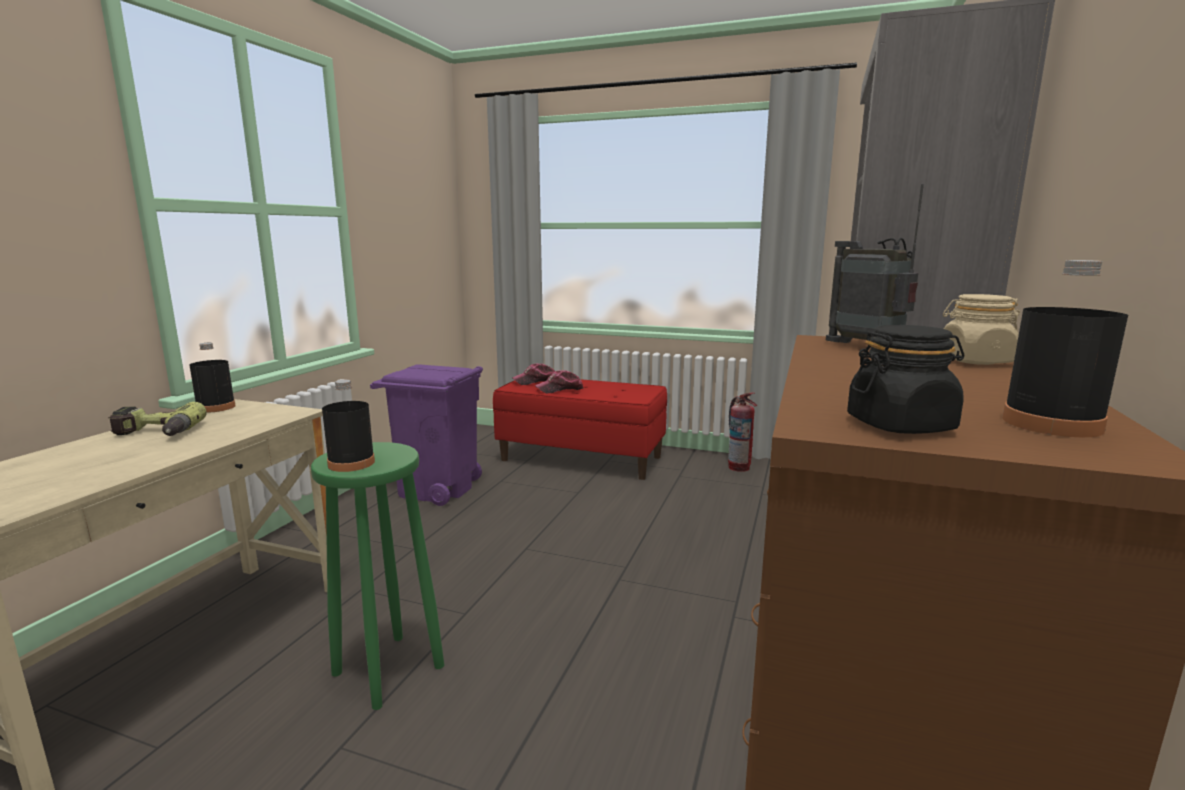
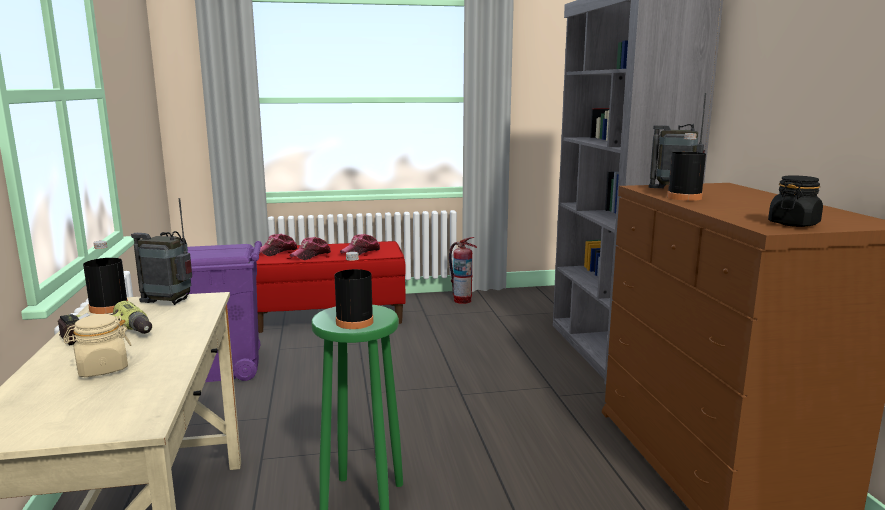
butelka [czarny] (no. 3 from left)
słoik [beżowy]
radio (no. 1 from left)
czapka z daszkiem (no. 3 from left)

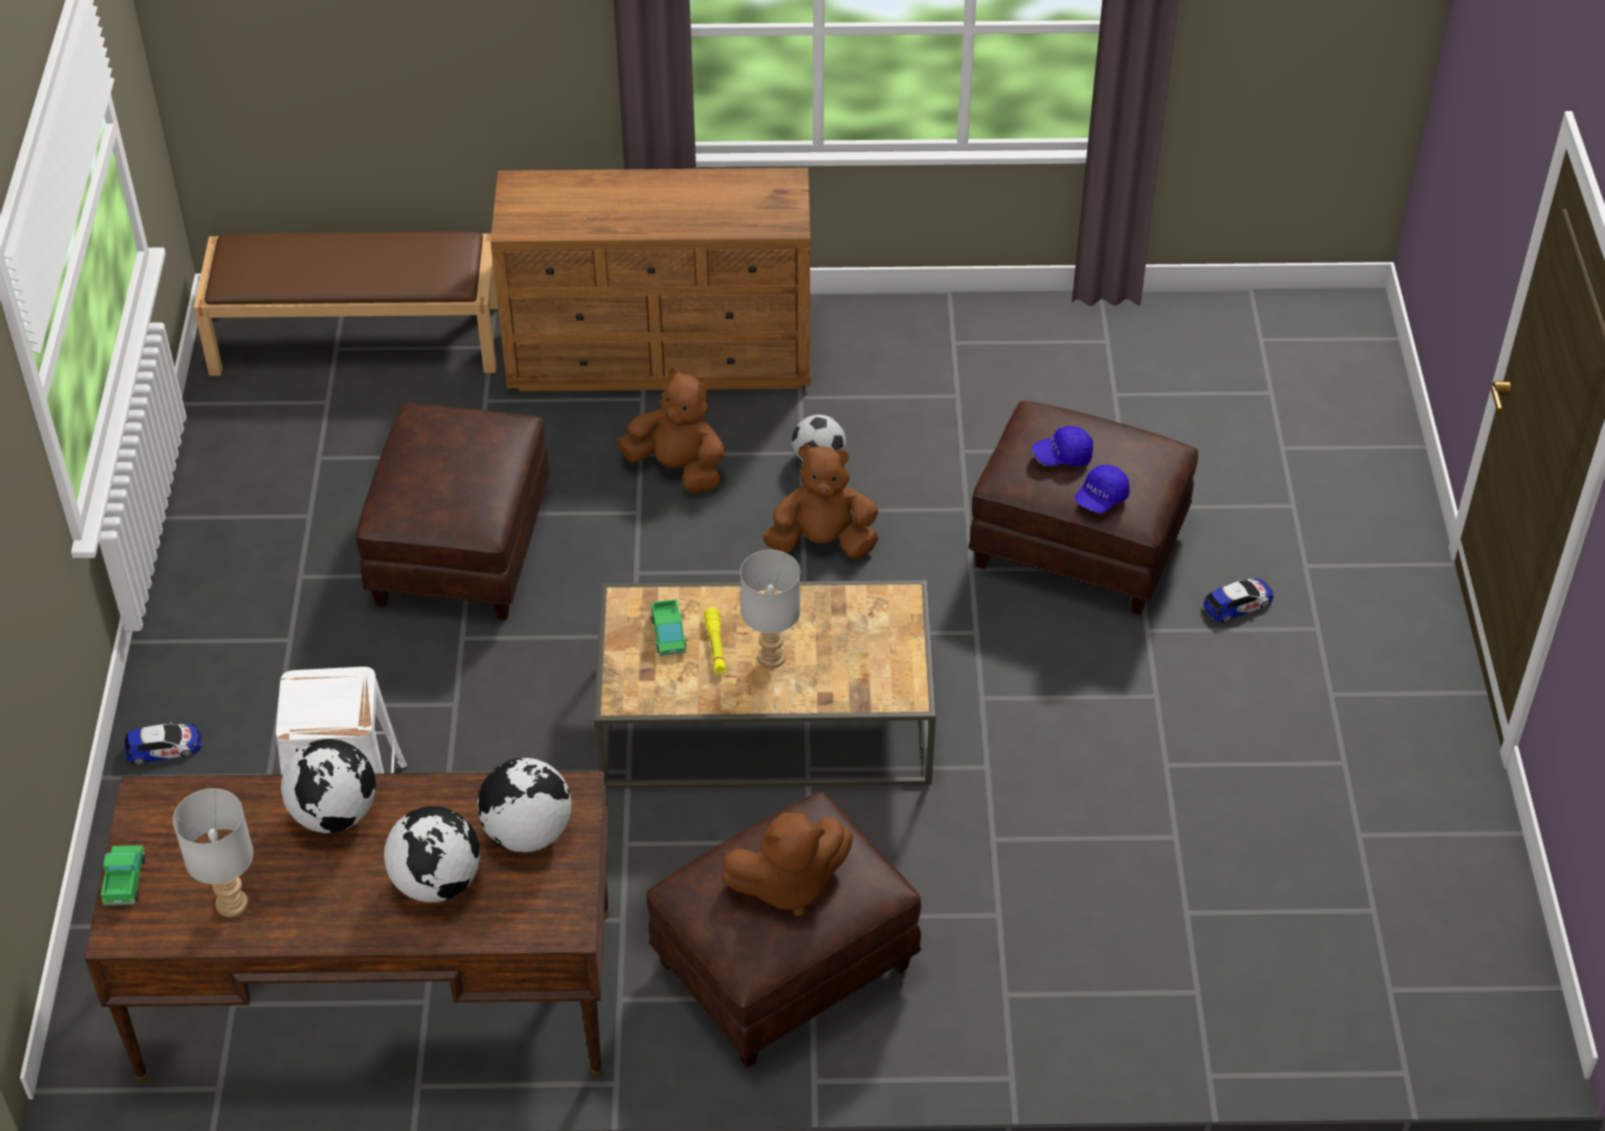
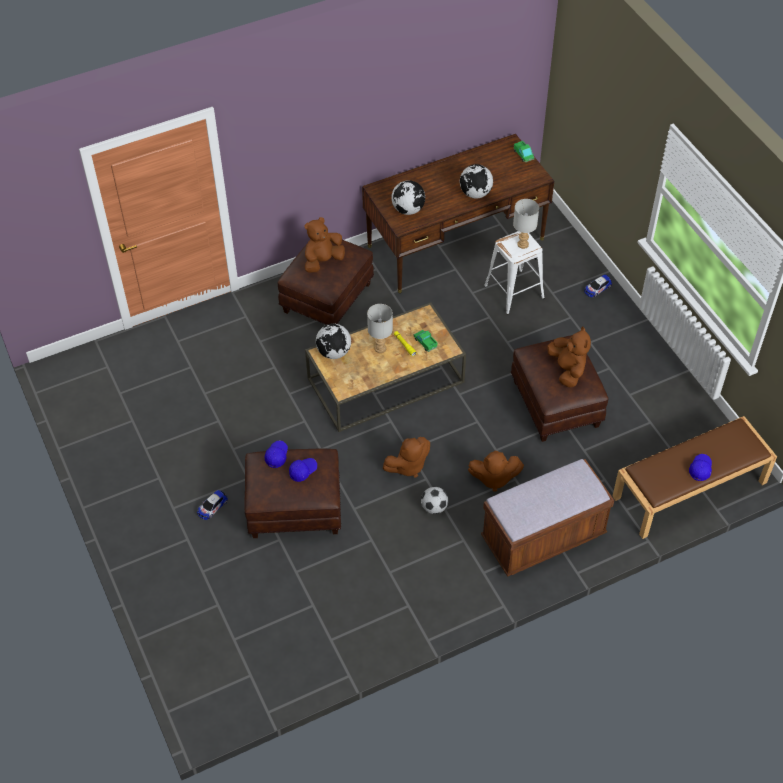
ławka [brązowy] (no. 1 from left)
lampa stołowa [szary] (no. 2 from left)
globus (no. 1 from left)
pluszak [brązowy] (no. 4 from left)
czapka z daszkiem [niebieski] (no. 3 from left)

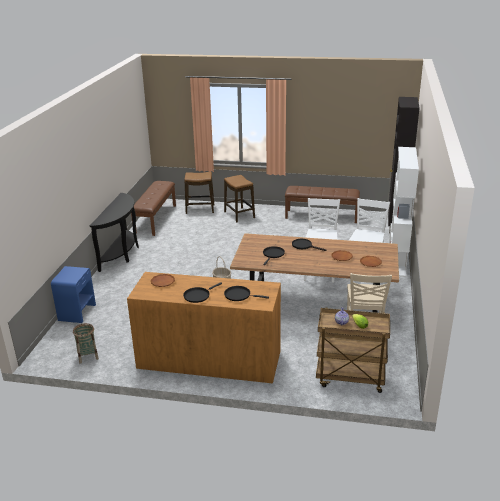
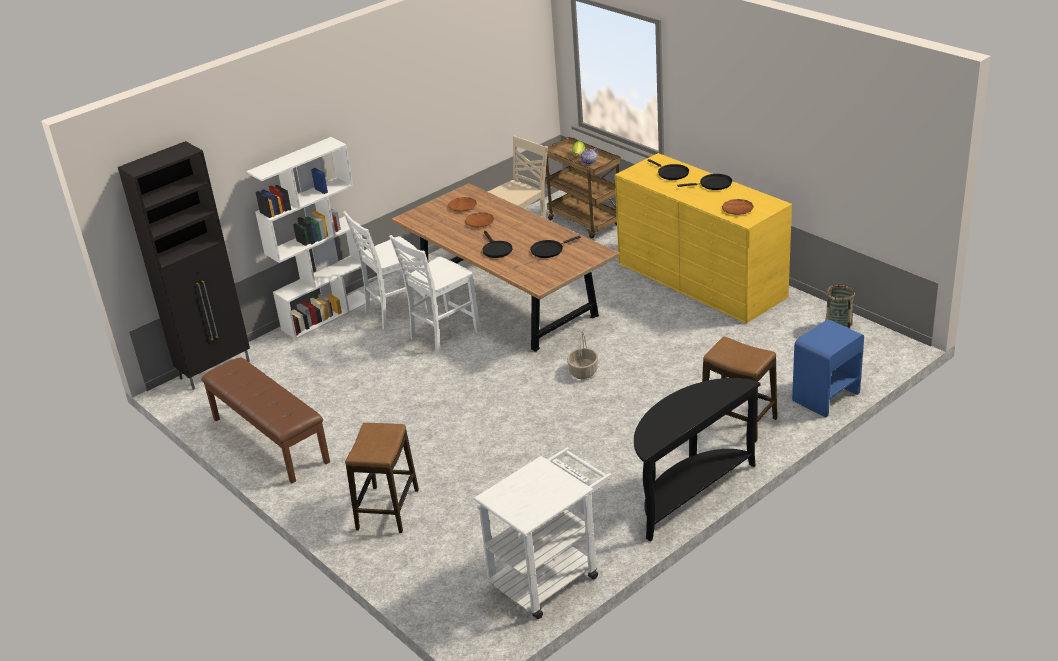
stołek (no. 2 from left)
wózek [biały]
komoda [żółty]

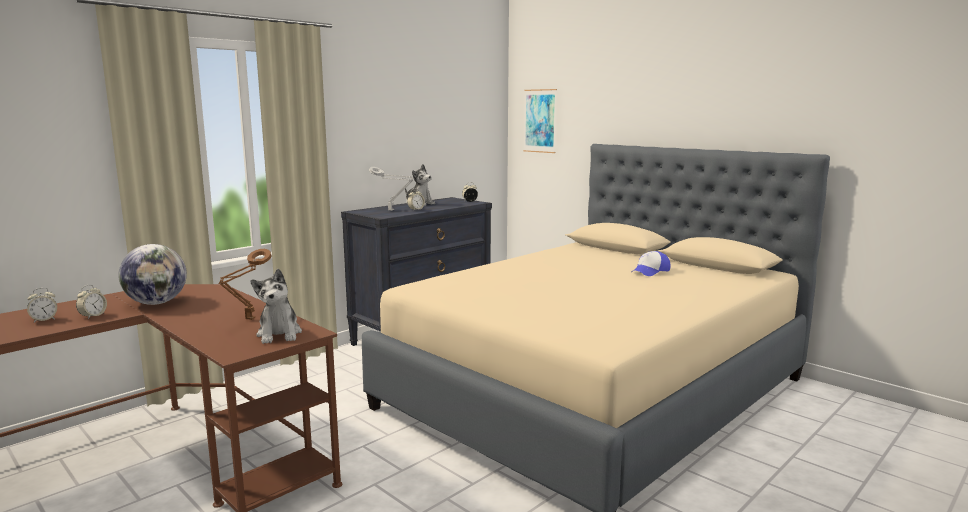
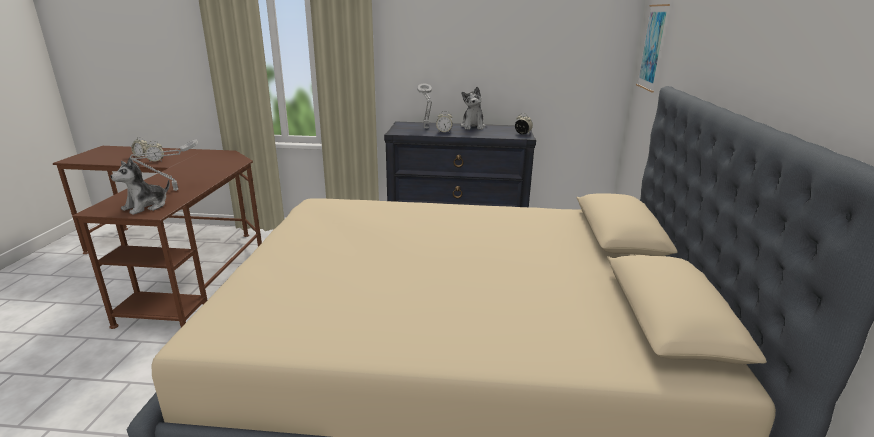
globus
lampa stołowa [szary] (no. 1 from left)
czapka z daszkiem

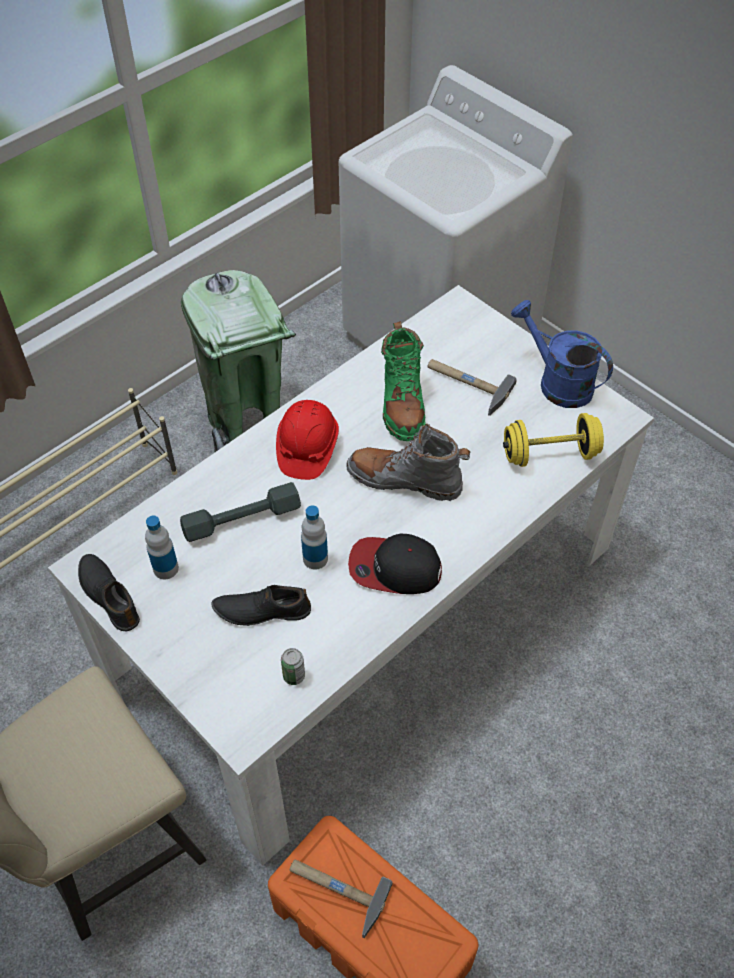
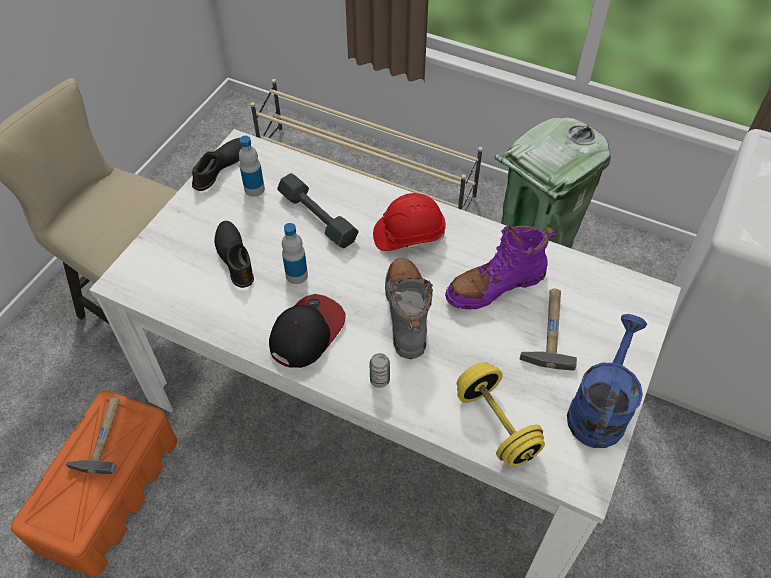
but z cholewką [fioletowy]
czapka z daszkiem
puszka

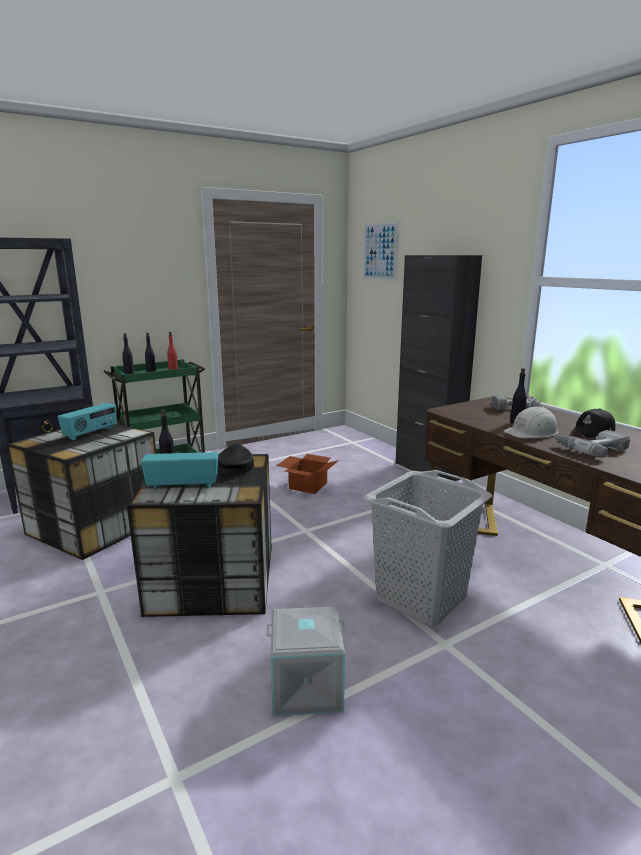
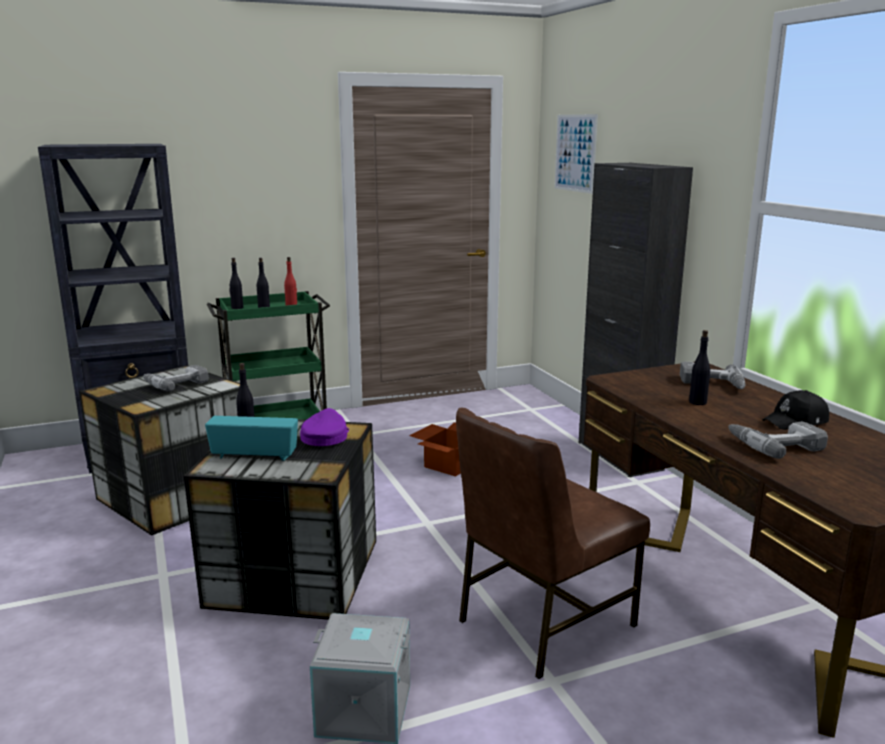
wiertarka (no. 1 from left)
kask [biały]
czapka z daszkiem [fioletowy]
krzesło [brązowy]

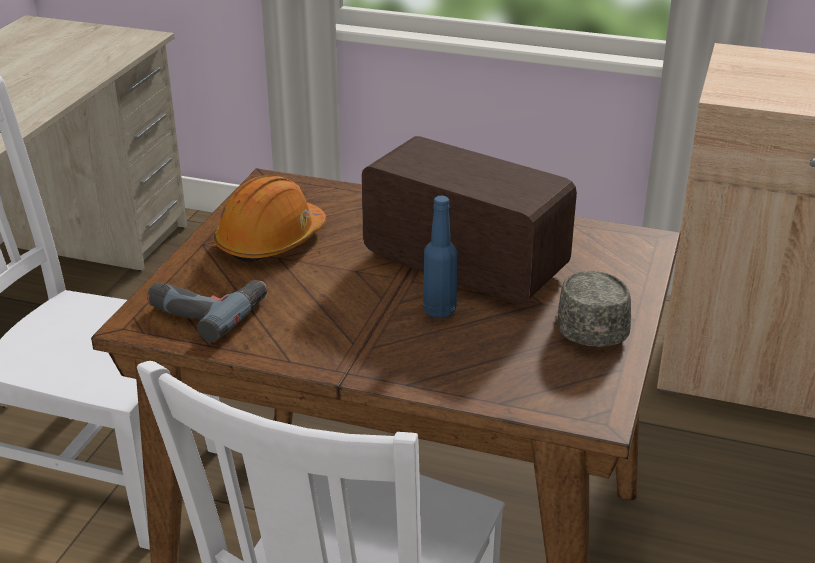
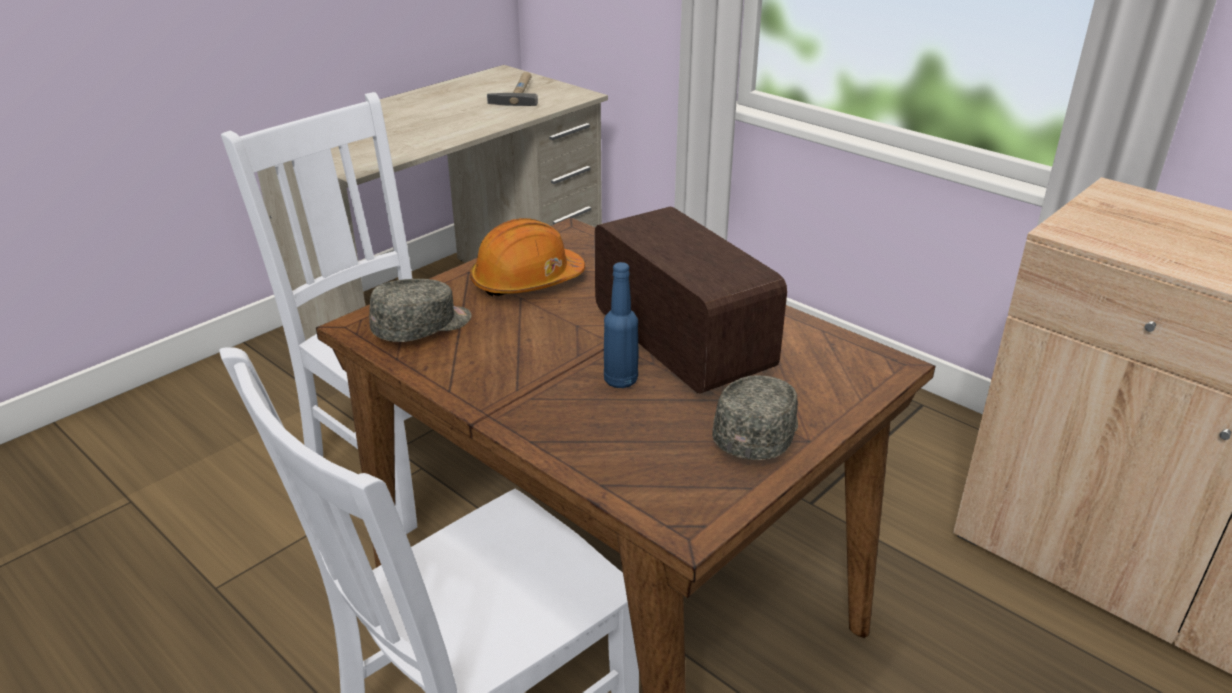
czapka z daszkiem [szary] (no. 1 from left)
młotek

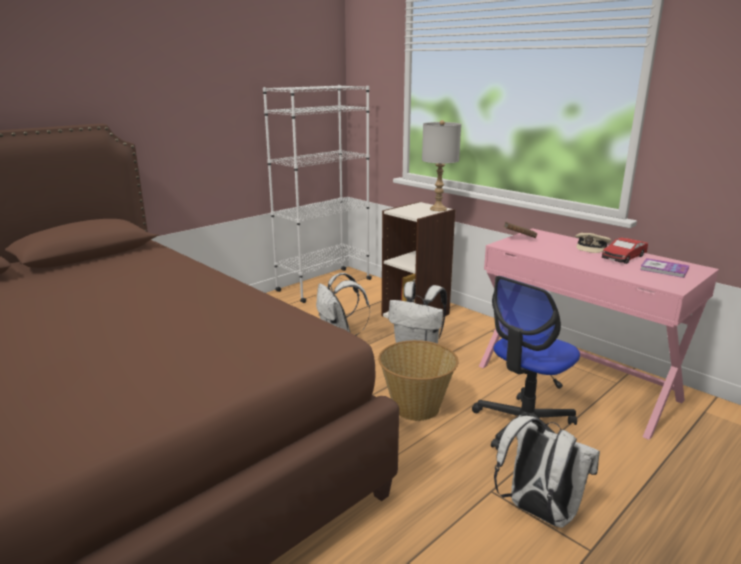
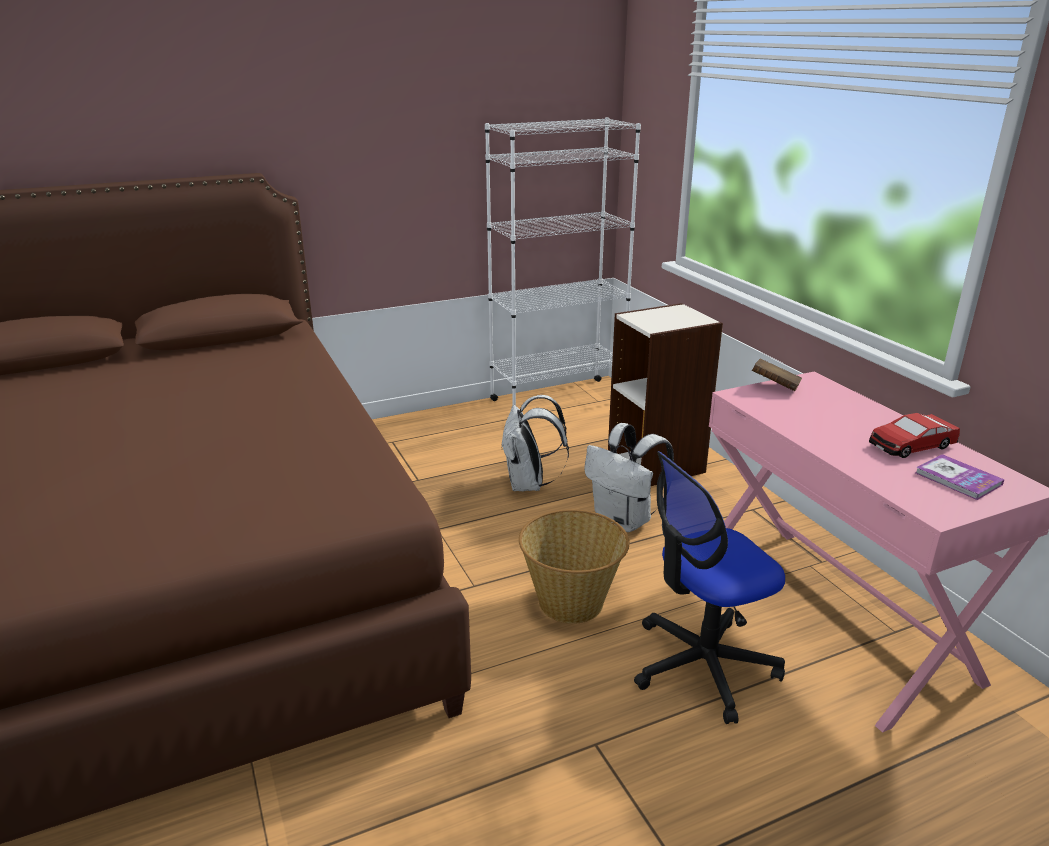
lampa stołowa [szary]
czapka z daszkiem [beżowy]
plecak [biały] (no. 3 from left in the first image)

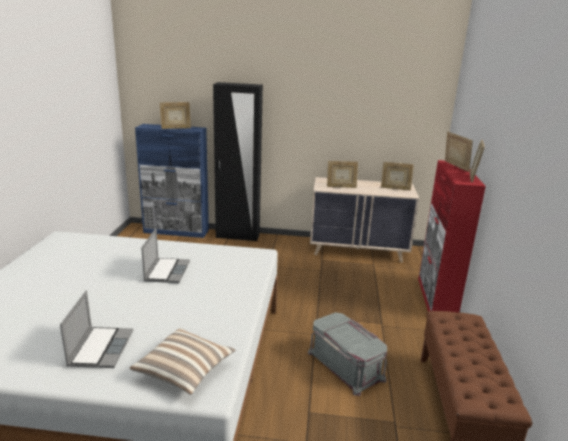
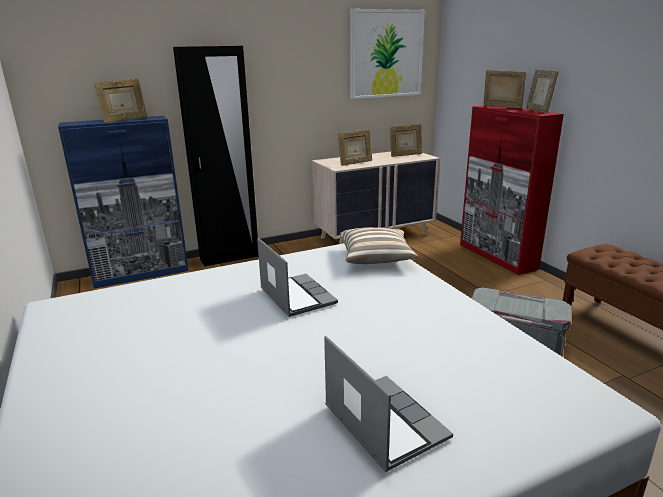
poduszka
obraz

